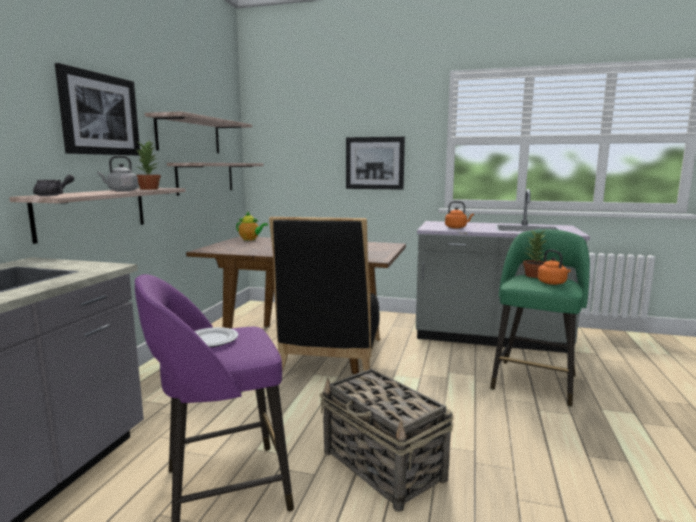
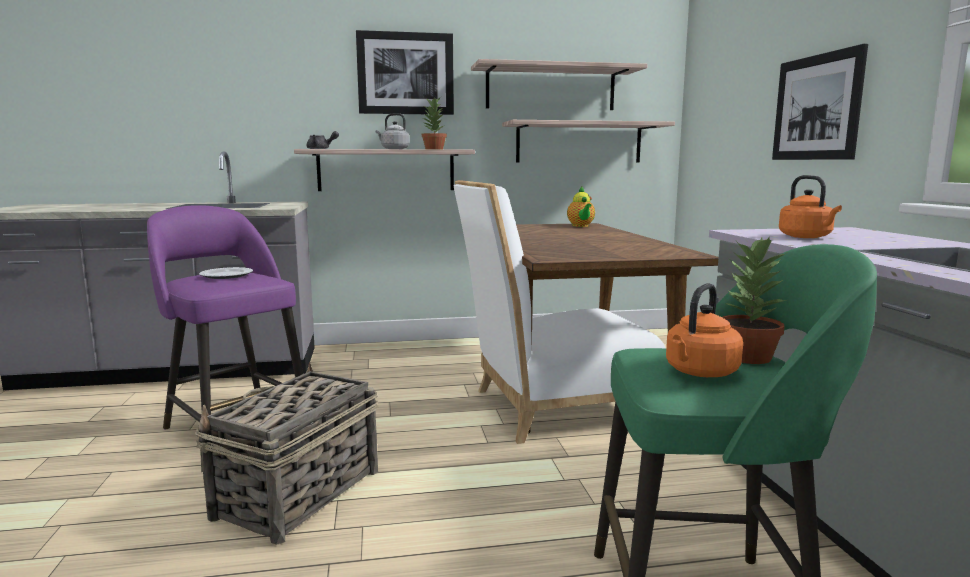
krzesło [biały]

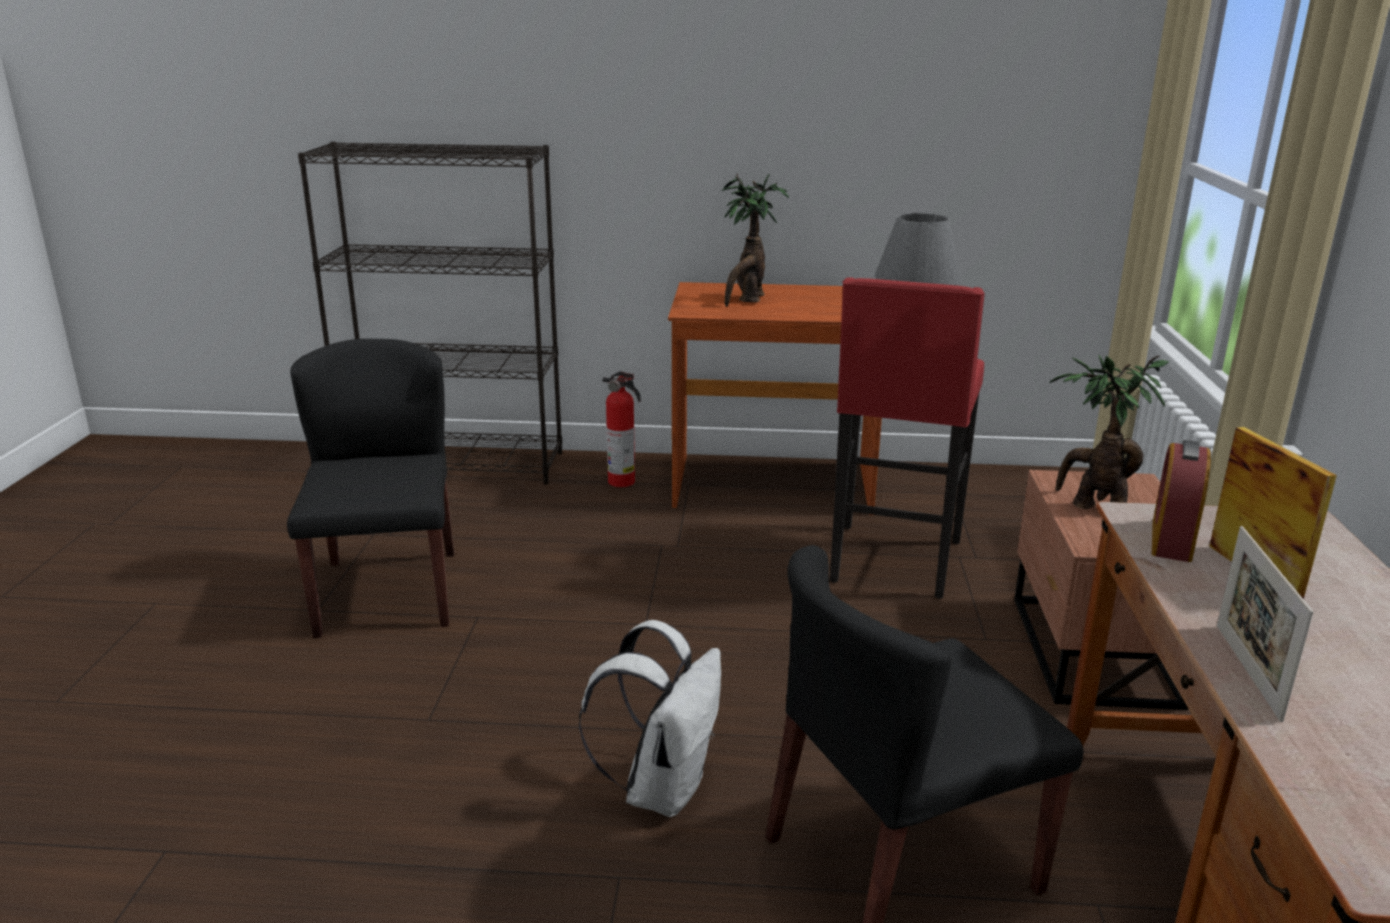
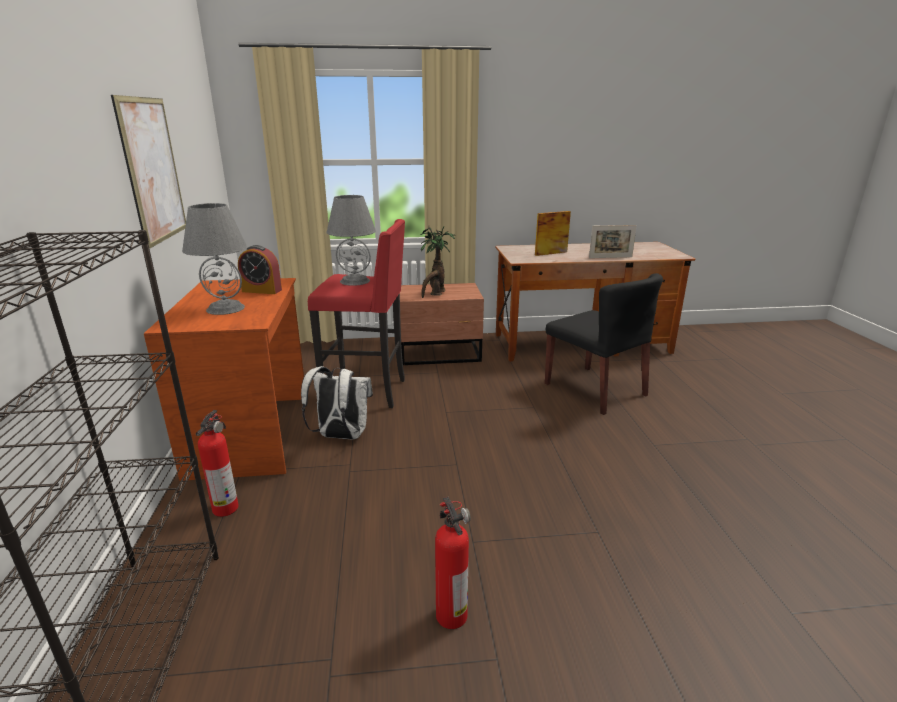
lampa stołowa [szary] (no. 1 from left)
gaśnica (no. 2 from left)
budzik
plecak [biały]
obraz

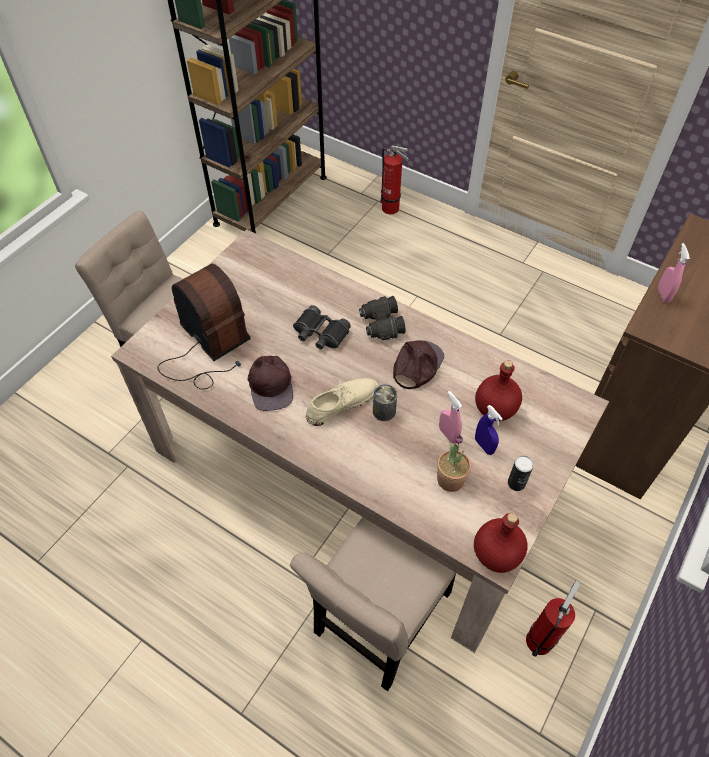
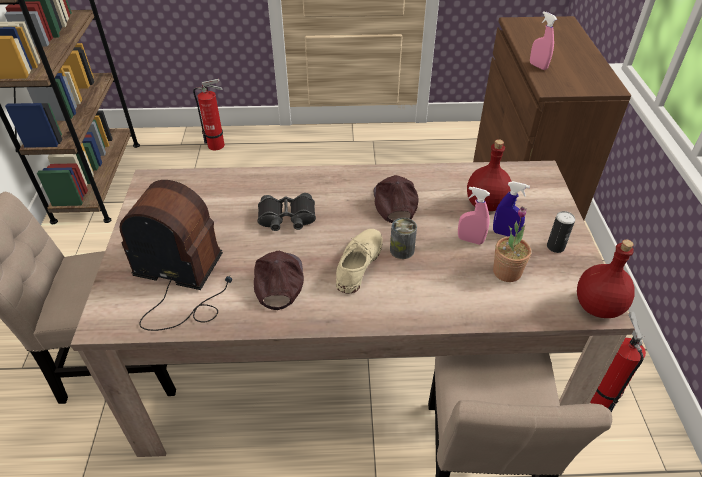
lornetka [czarny] (no. 2 from left in the first image)
czapka z daszkiem [brązowy] (no. 1 from left)

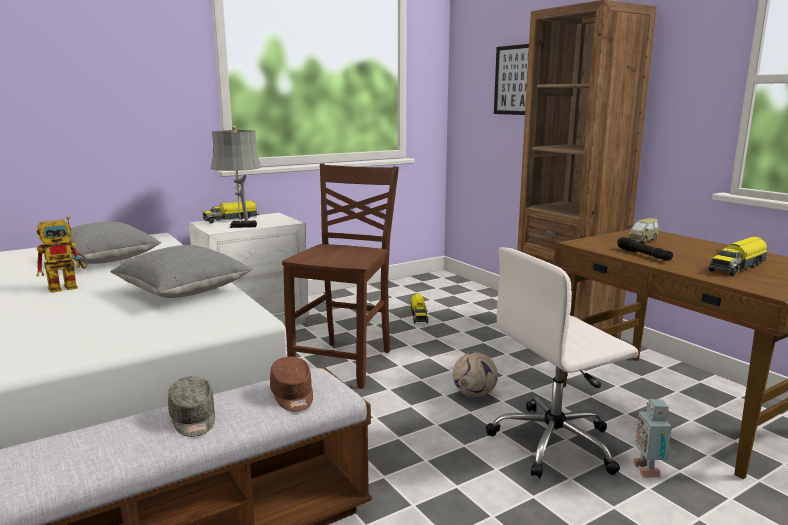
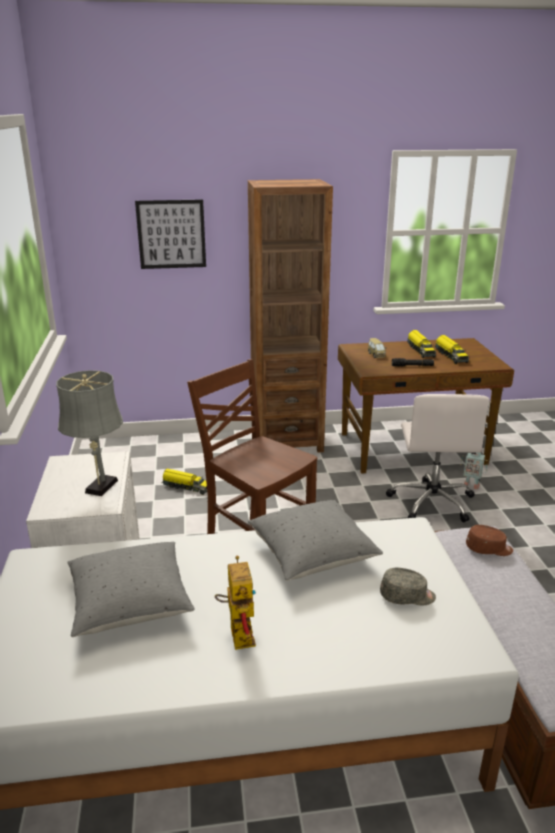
ciężarówka zabawkowa (no. 2 from left)
piłka futbolowa
czapka z daszkiem [szary]

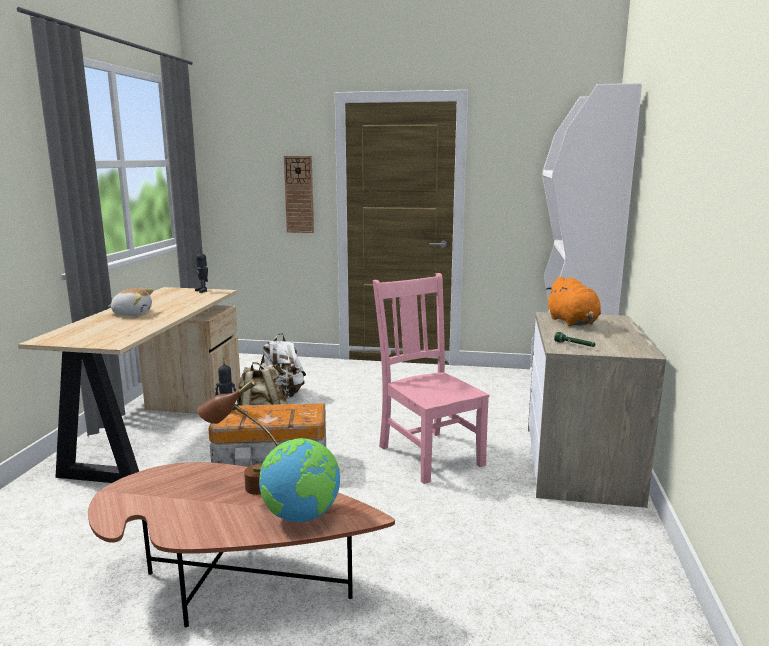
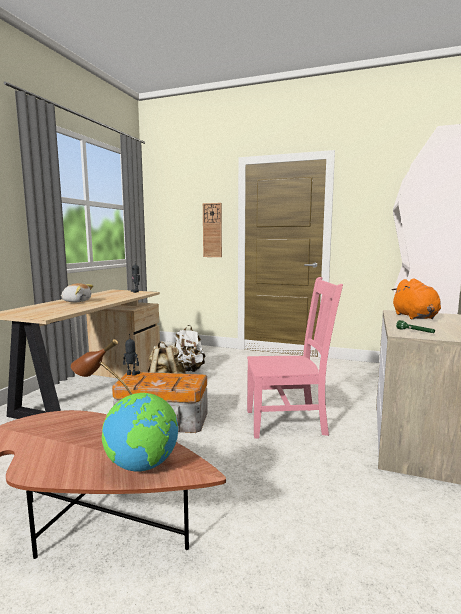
krzesło [różowy]

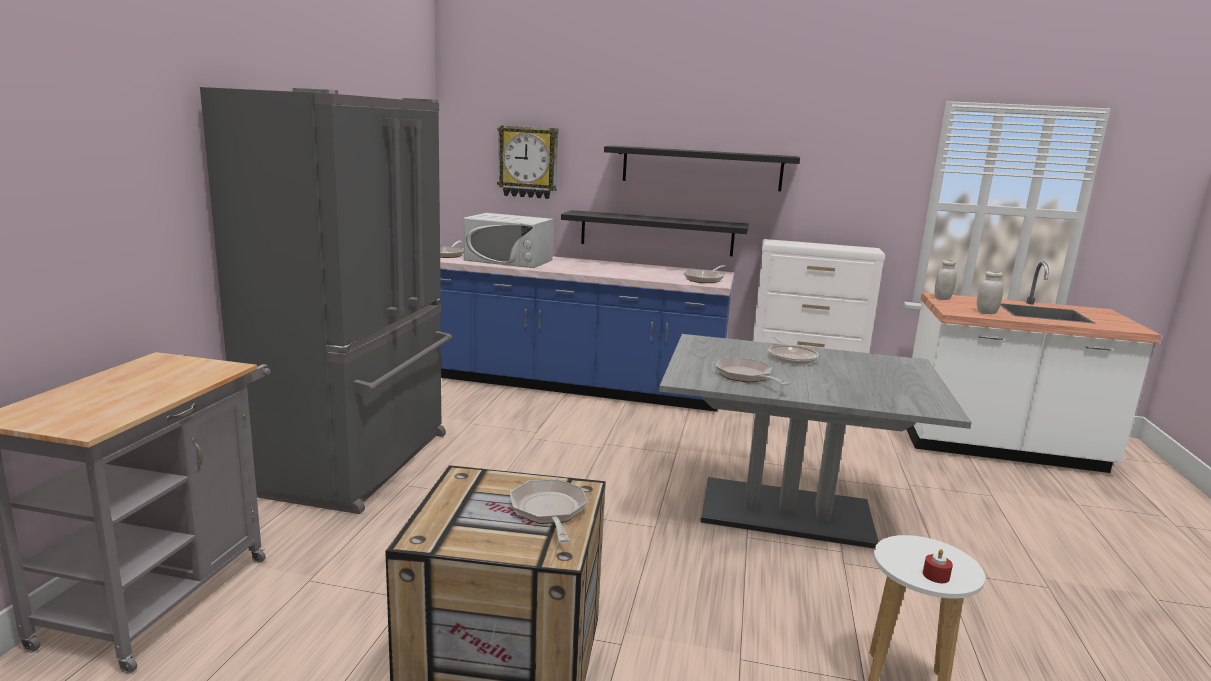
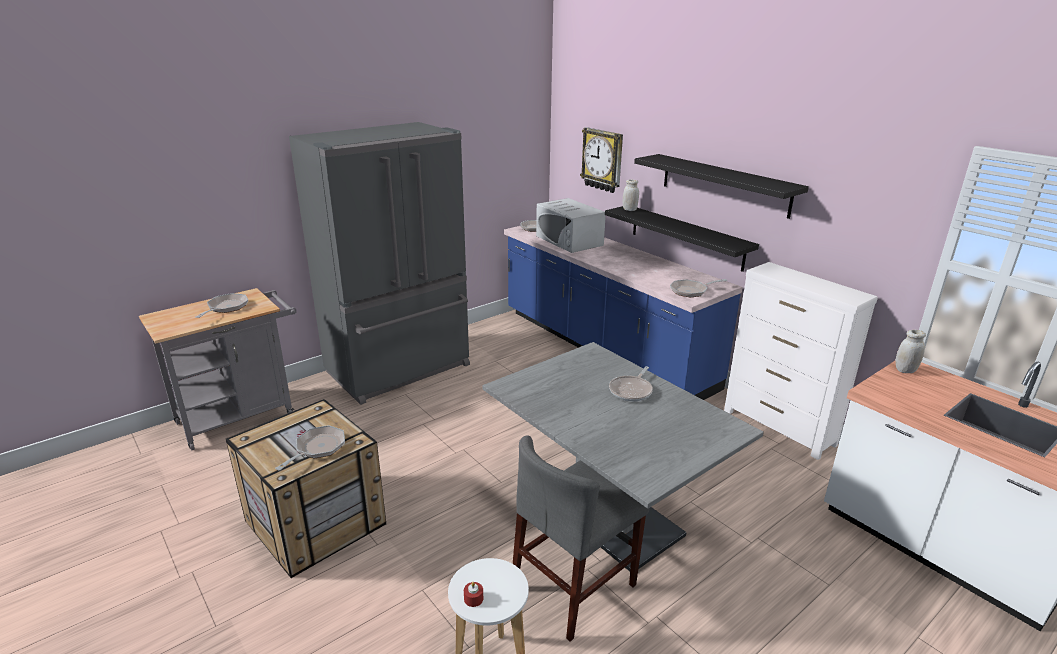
słoik [biały] (no. 1 from left)
patelnia (no. 1 from left)
krzesło [szary]

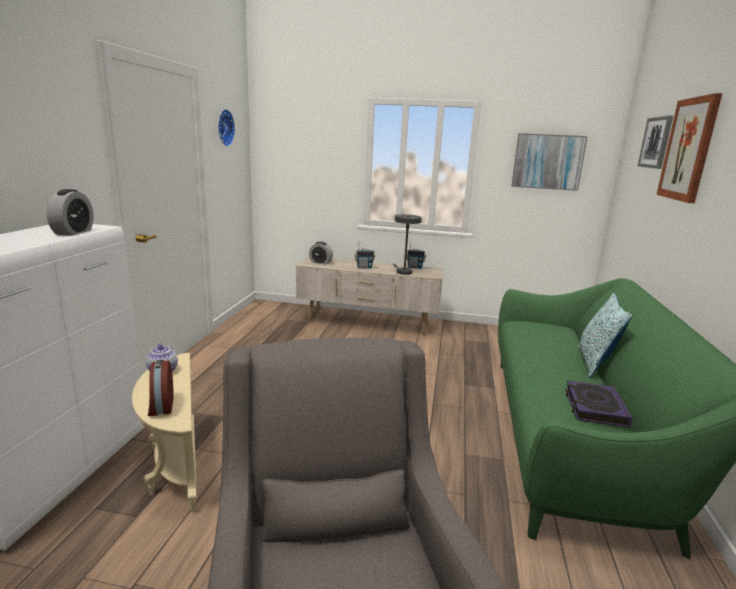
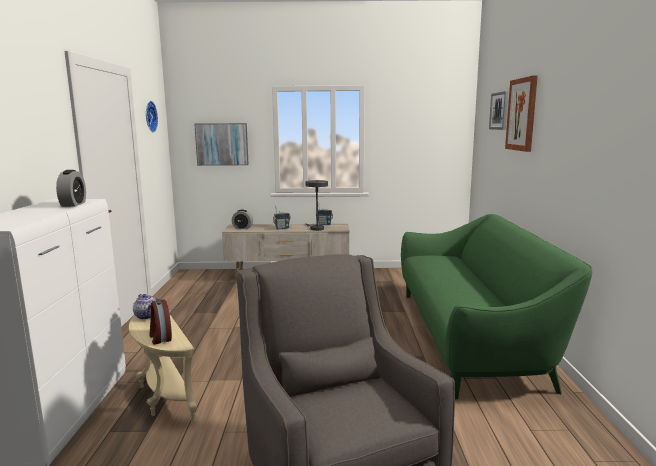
obraz (no. 1 from left)
poduszka
książka

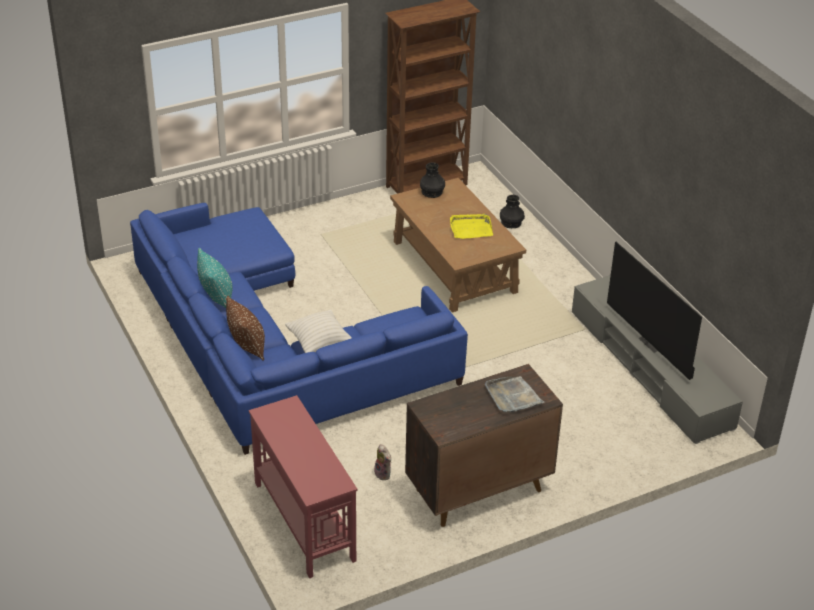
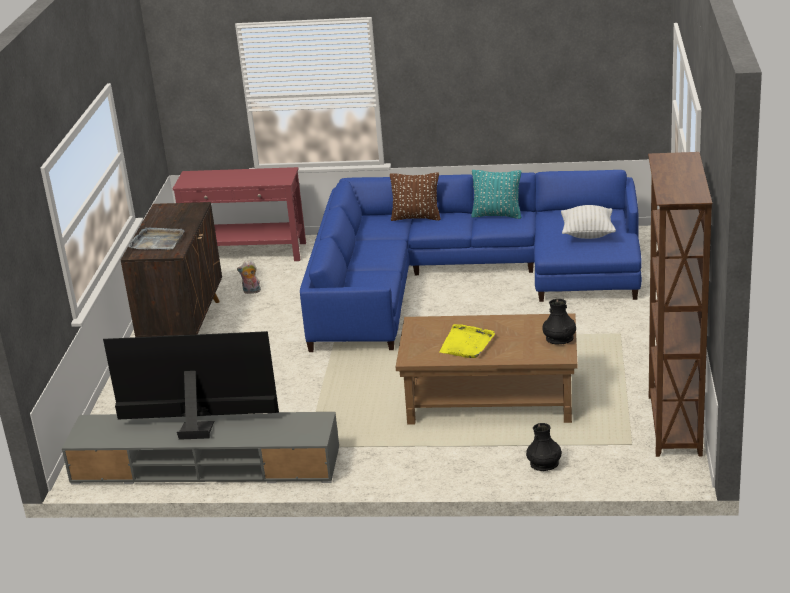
poduszka [biały]

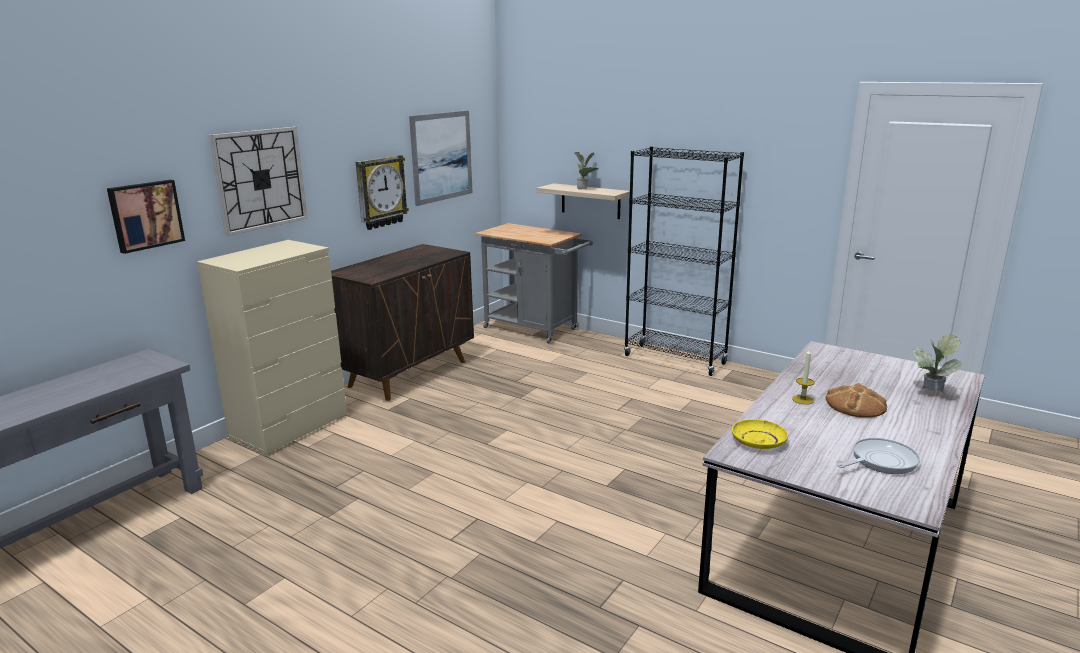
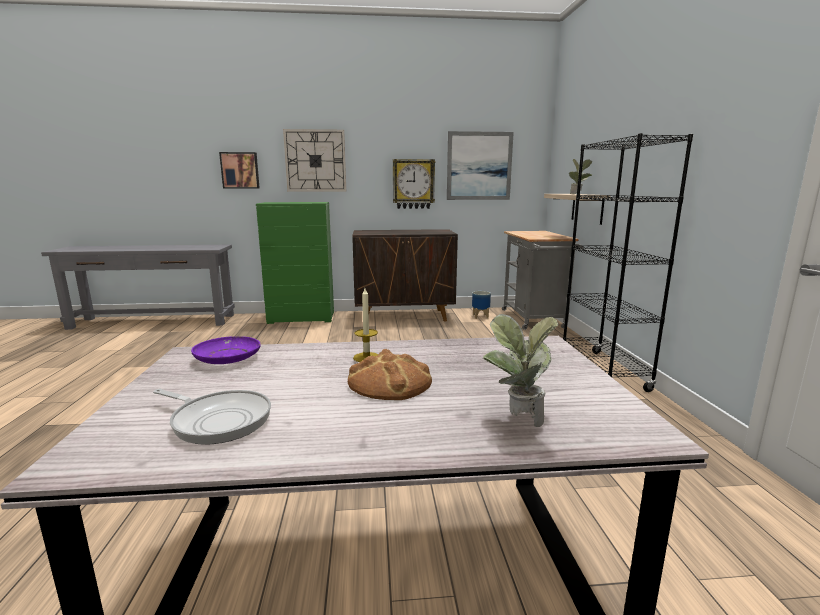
komoda [zielony]
talerz [fioletowy]
donica

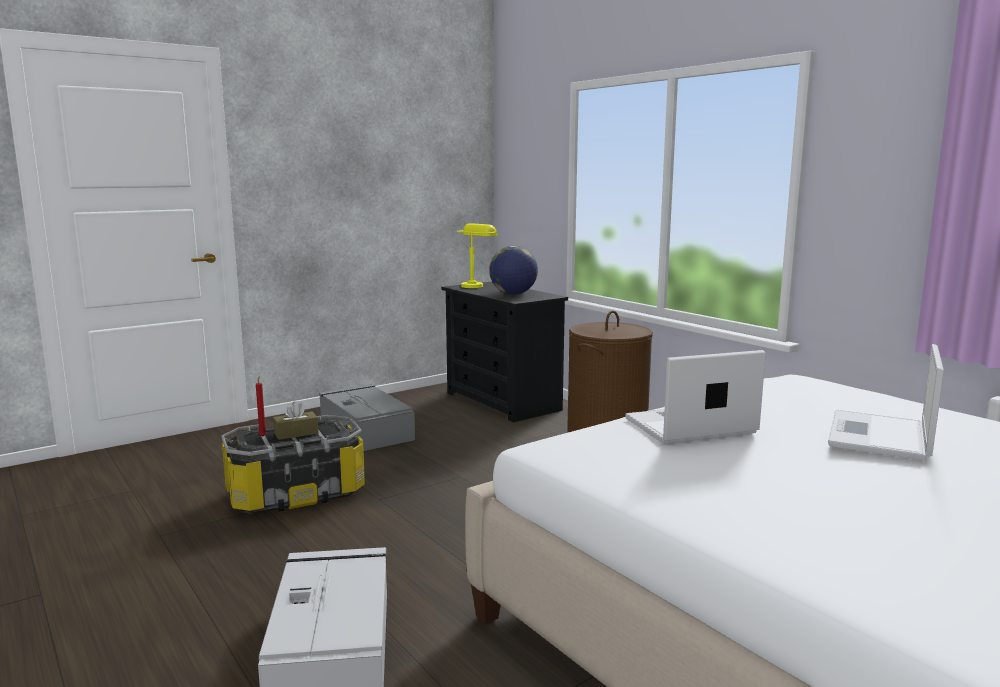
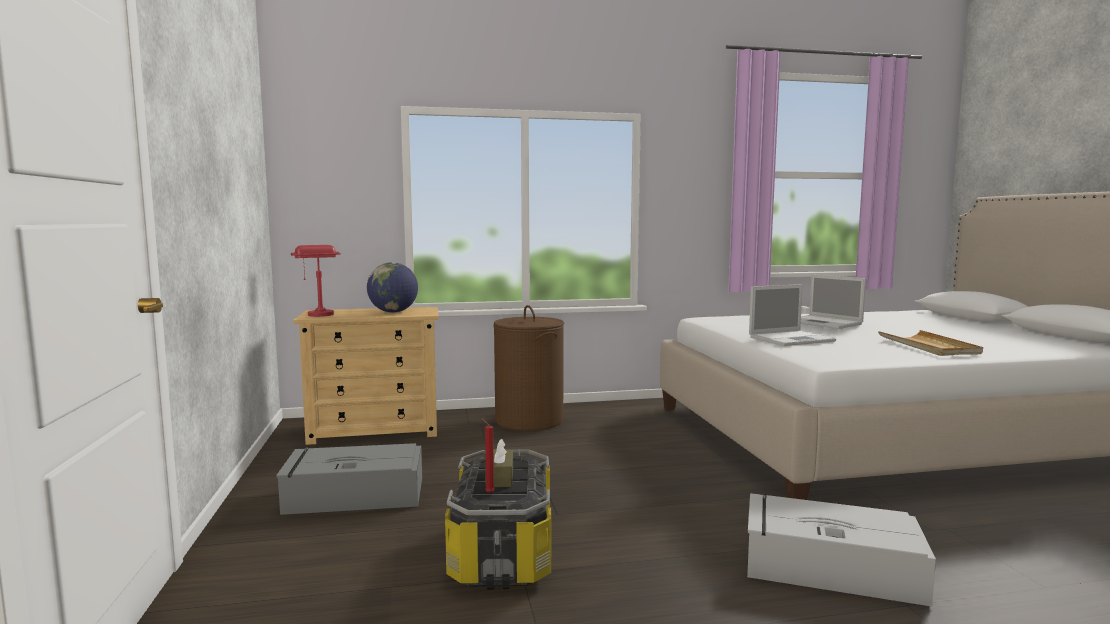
lampa stołowa [czerwony]
komoda [beżowy]
laptop (no. 1 from left)
taca [beżowy]

